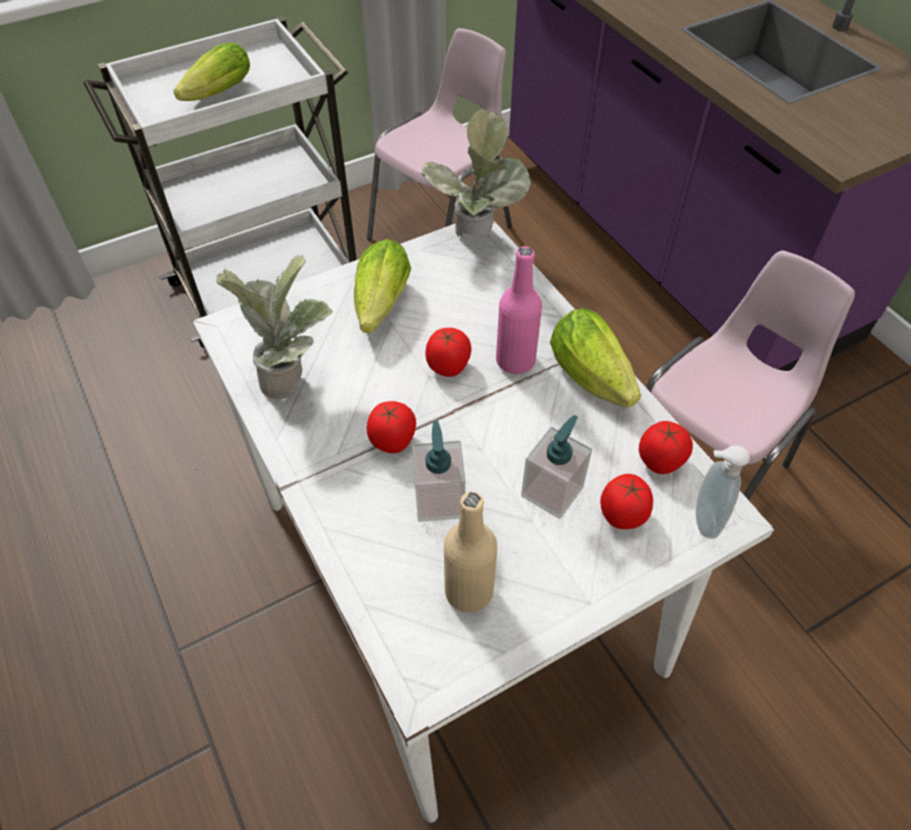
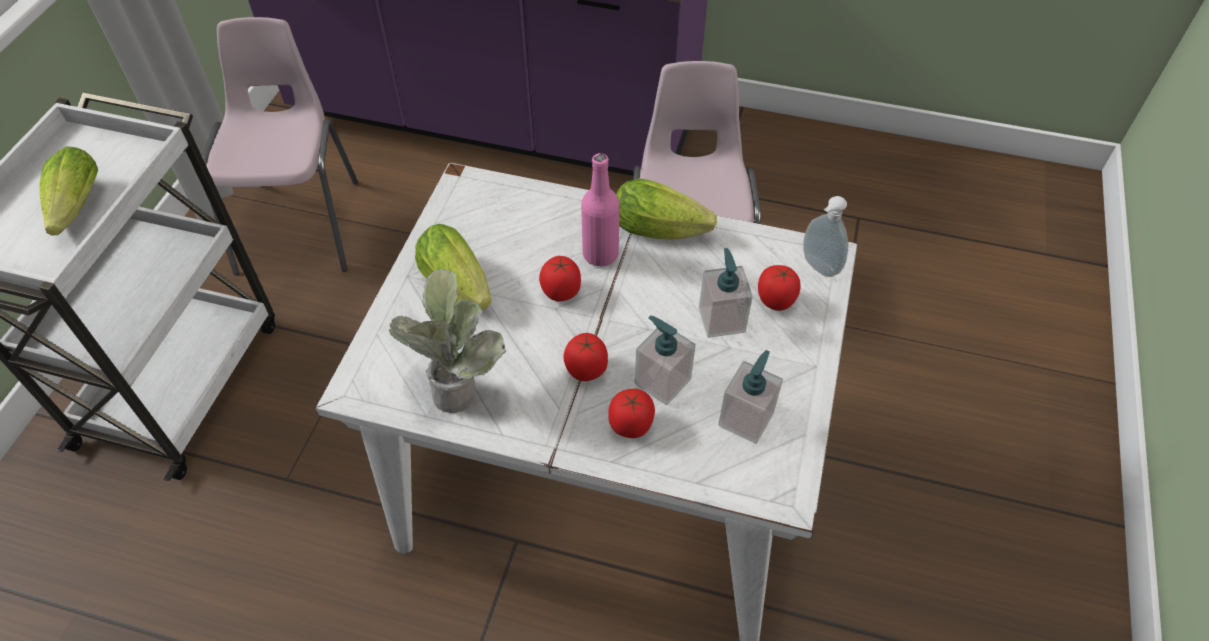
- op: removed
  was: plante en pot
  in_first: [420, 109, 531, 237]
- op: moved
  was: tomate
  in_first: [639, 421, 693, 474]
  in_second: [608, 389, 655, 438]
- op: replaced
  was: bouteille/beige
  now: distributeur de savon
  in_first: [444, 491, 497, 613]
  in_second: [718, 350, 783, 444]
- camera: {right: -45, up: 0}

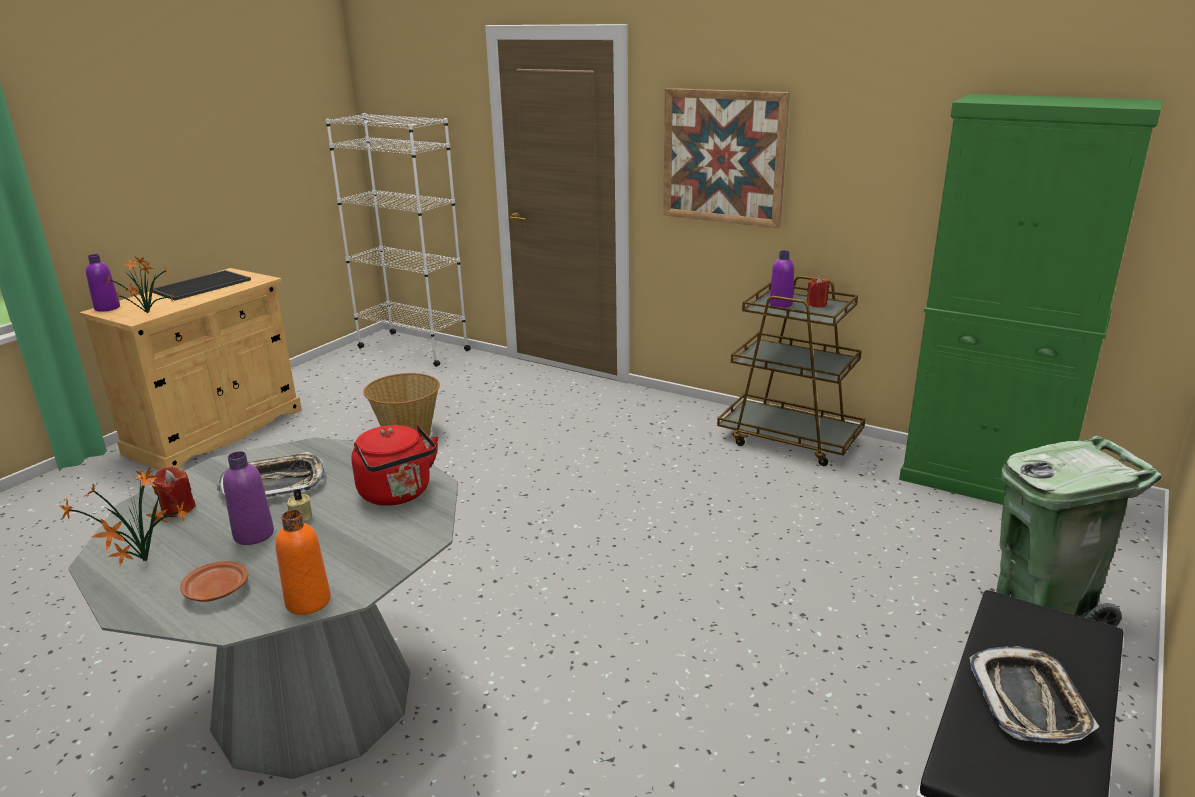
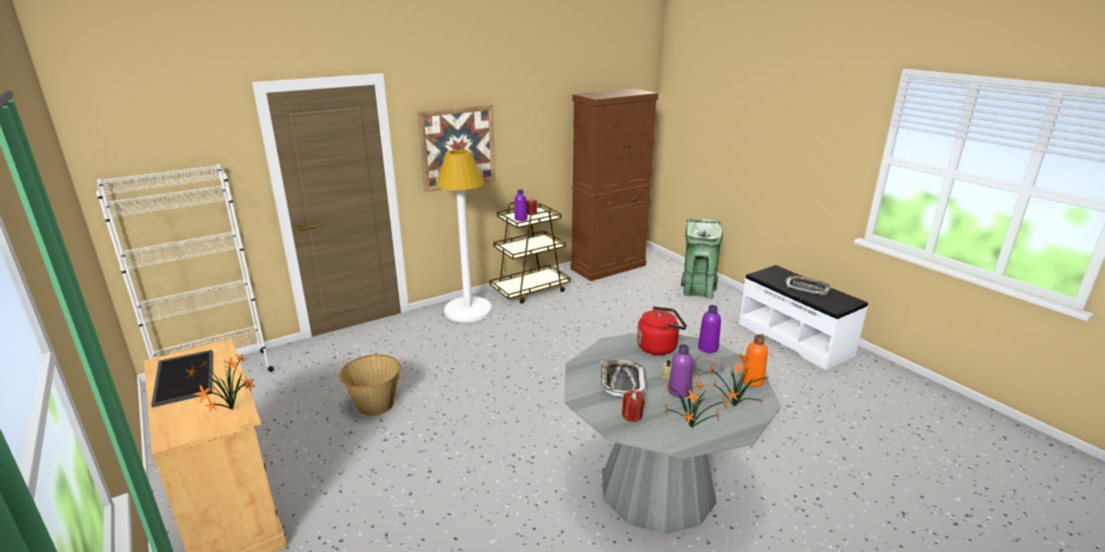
- op: added
  now: lampadaire/blanc
  in_second: [436, 149, 492, 322]
- op: added
  now: assiette/gris
  in_second: [693, 355, 725, 373]
- op: moved
  was: bouteille/violet
  in_first: [86, 254, 120, 312]
  in_second: [698, 305, 721, 353]
- op: replaced
  was: assiette/marron
  now: plante en pot
  in_first: [180, 561, 248, 602]
  in_second: [706, 353, 770, 407]
- op: recoloured
  was: meuble de rangement/vert
  now: meuble de rangement/marron
  in_first: [899, 94, 1163, 505]
  in_second: [570, 89, 658, 281]
- camera: {right: -65, up: 0}

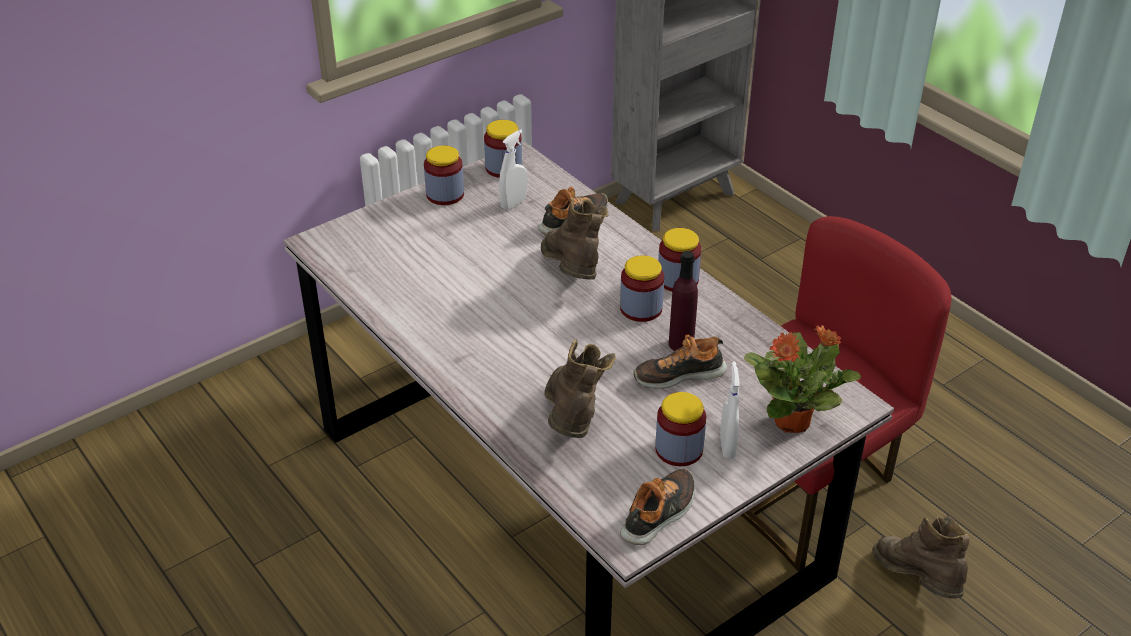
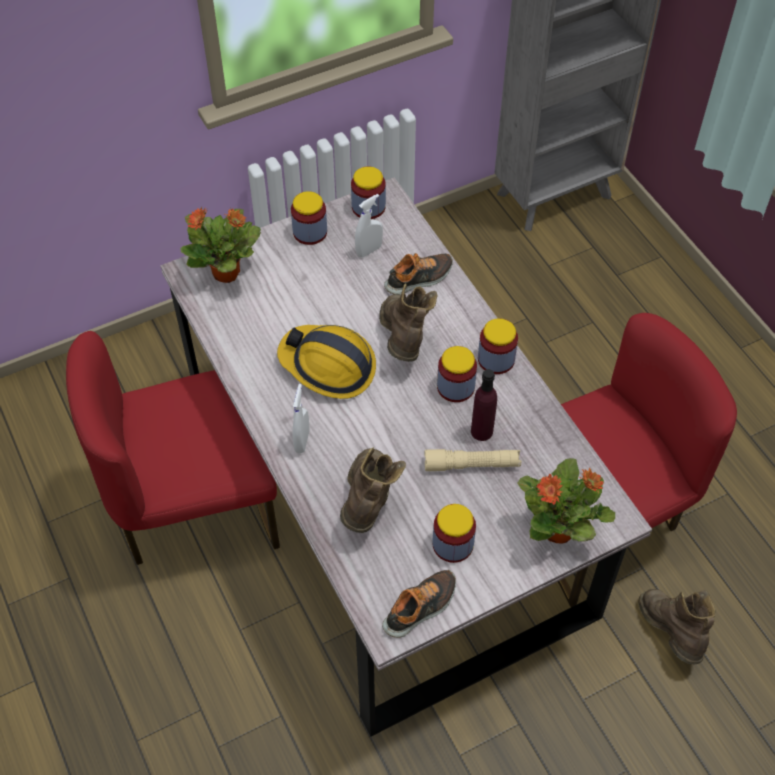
- op: added
  now: chaise/rouge
  in_second: [66, 331, 280, 565]
- op: added
  now: plante en pot
  in_second: [180, 207, 261, 283]
- op: added
  now: casque de chantier
  in_second: [277, 325, 376, 399]
- op: moved
  was: vaporisateur/blanc
  in_first: [720, 361, 740, 459]
  in_second: [292, 384, 309, 454]
- op: replaced
  was: chaussure
  now: lampe de poche/beige
  in_first: [633, 335, 727, 389]
  in_second: [425, 449, 521, 471]
- camera: {right: 10, up: 15}

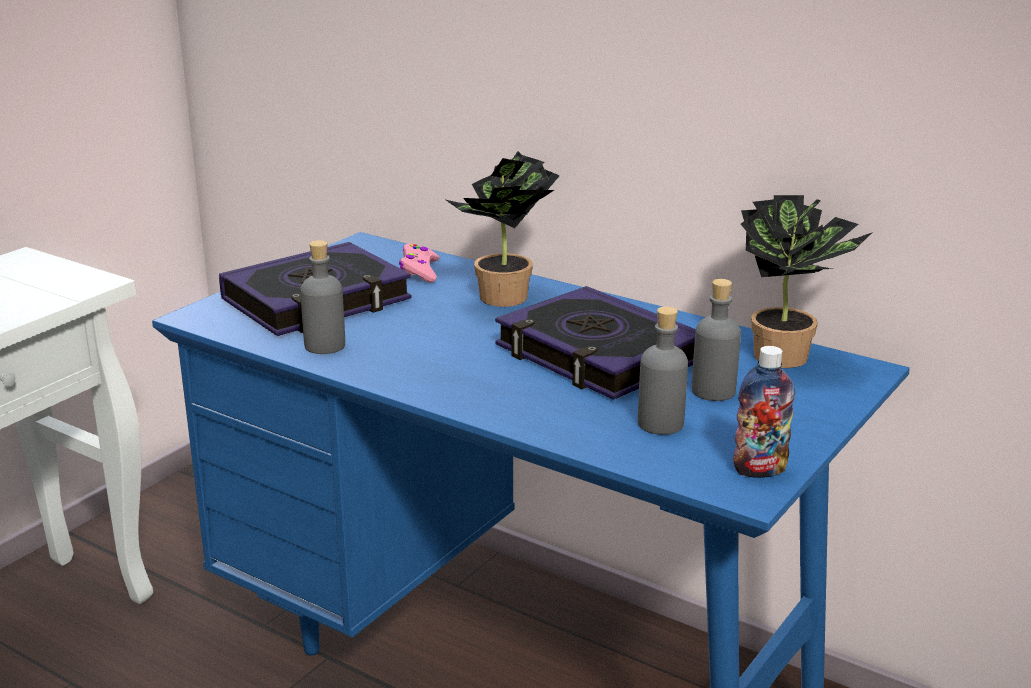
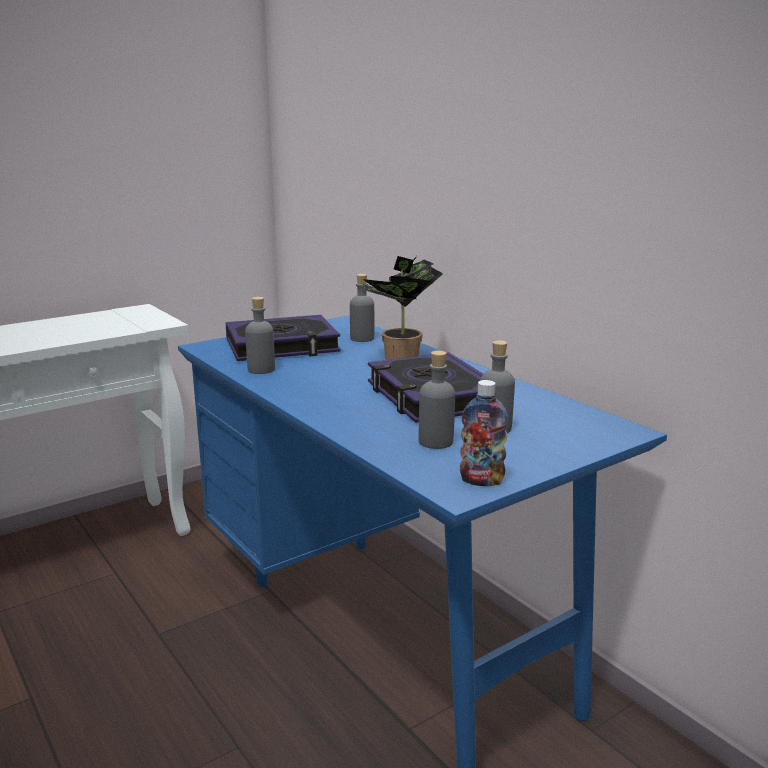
- op: removed
  was: plante en pot
  in_first: [741, 195, 873, 368]
- op: replaced
  was: manette/rose
  now: bouteille/gris
  in_first: [399, 244, 440, 283]
  in_second: [350, 274, 374, 342]
- camera: {right: 20, up: -5}

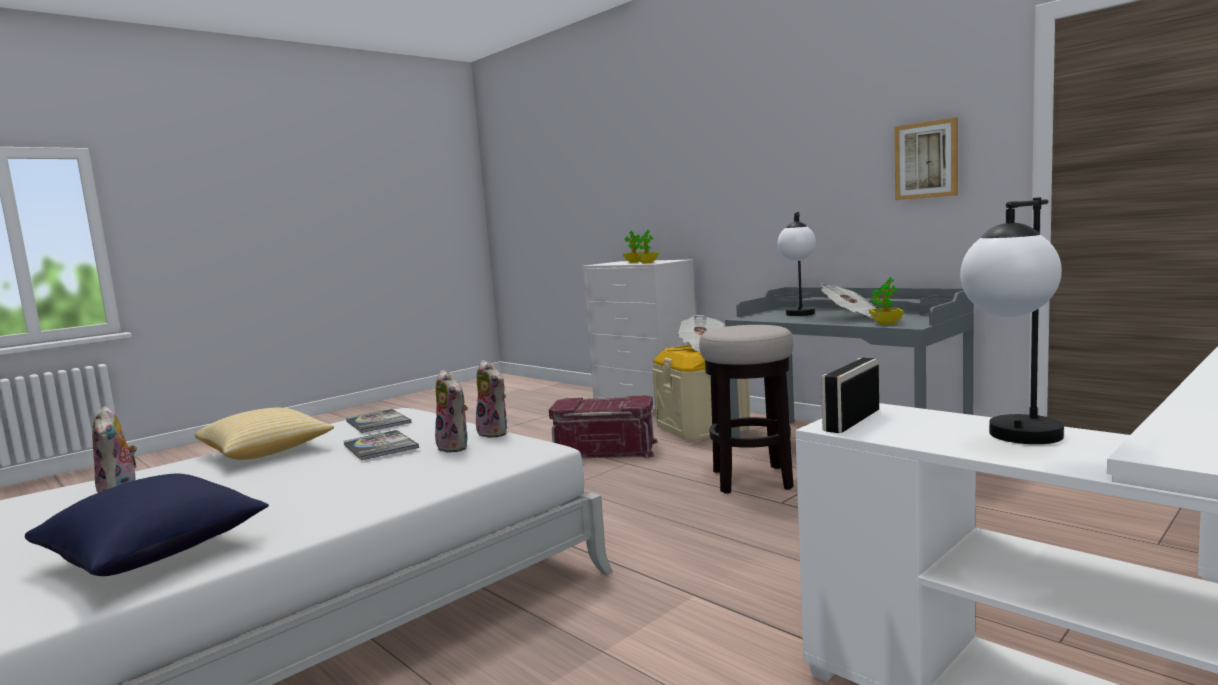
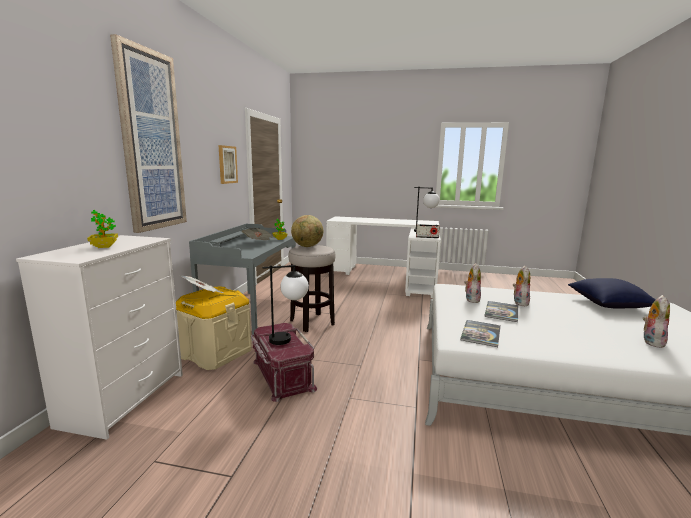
- op: removed
  was: coussin
  in_first: [195, 408, 334, 460]
- op: removed
  was: plante en pot
  in_first: [635, 230, 659, 264]
- op: added
  now: tableau
  in_second: [110, 34, 187, 233]
- op: added
  now: globe
  in_second: [291, 215, 323, 247]
- op: moved
  was: peluche
  in_first: [476, 360, 507, 438]
  in_second: [513, 265, 530, 306]
- op: moved
  was: lampe de table
  in_first: [778, 212, 816, 316]
  in_second: [262, 265, 309, 345]
- camera: {right: -125, up: 5}

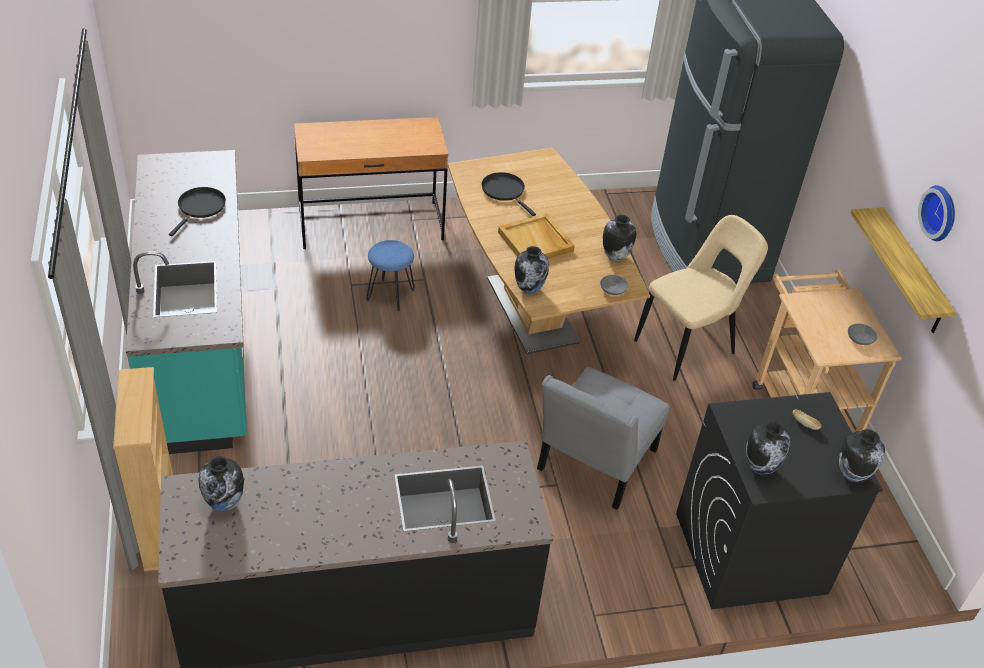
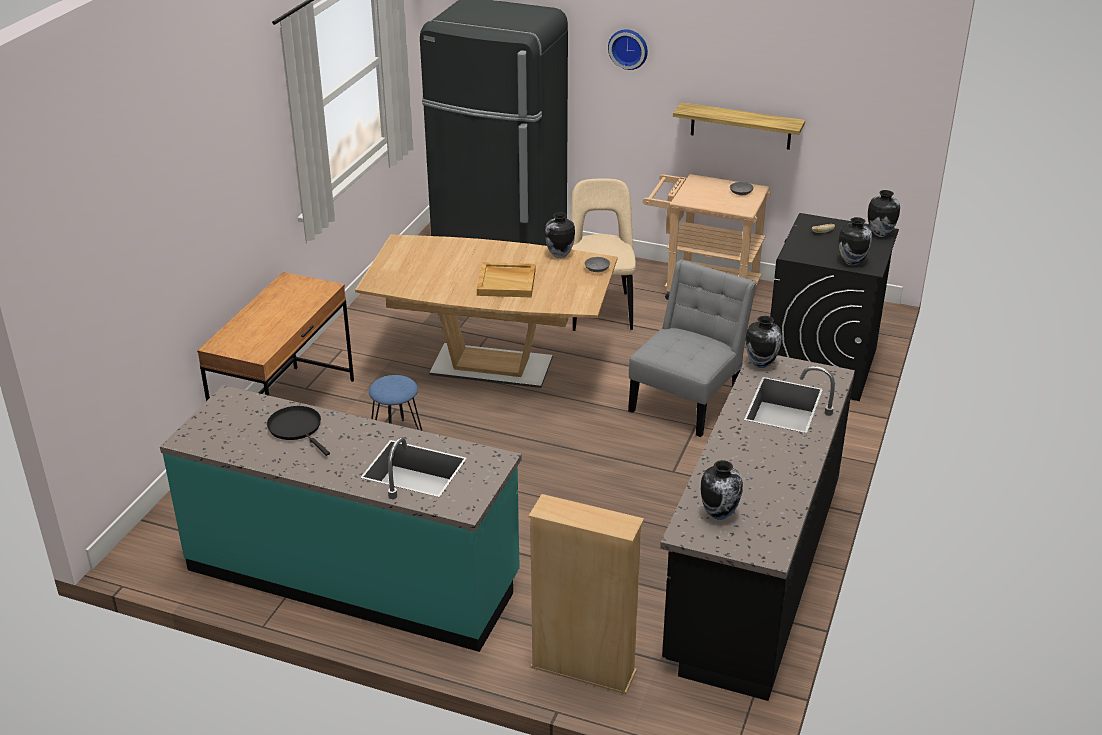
- op: removed
  was: poêle/noir
  in_first: [481, 172, 536, 216]
- op: moved
  was: vase
  in_first: [514, 246, 549, 294]
  in_second: [745, 316, 782, 368]
- op: moved
  was: horloge murale
  in_first: [918, 185, 955, 241]
  in_second: [608, 30, 648, 70]
- op: turned
  was: chaise/gris
  in_first: [537, 367, 670, 510]
  in_second: [628, 260, 756, 437]
  clockwise: -120
- camera: {right: -55, up: -10}

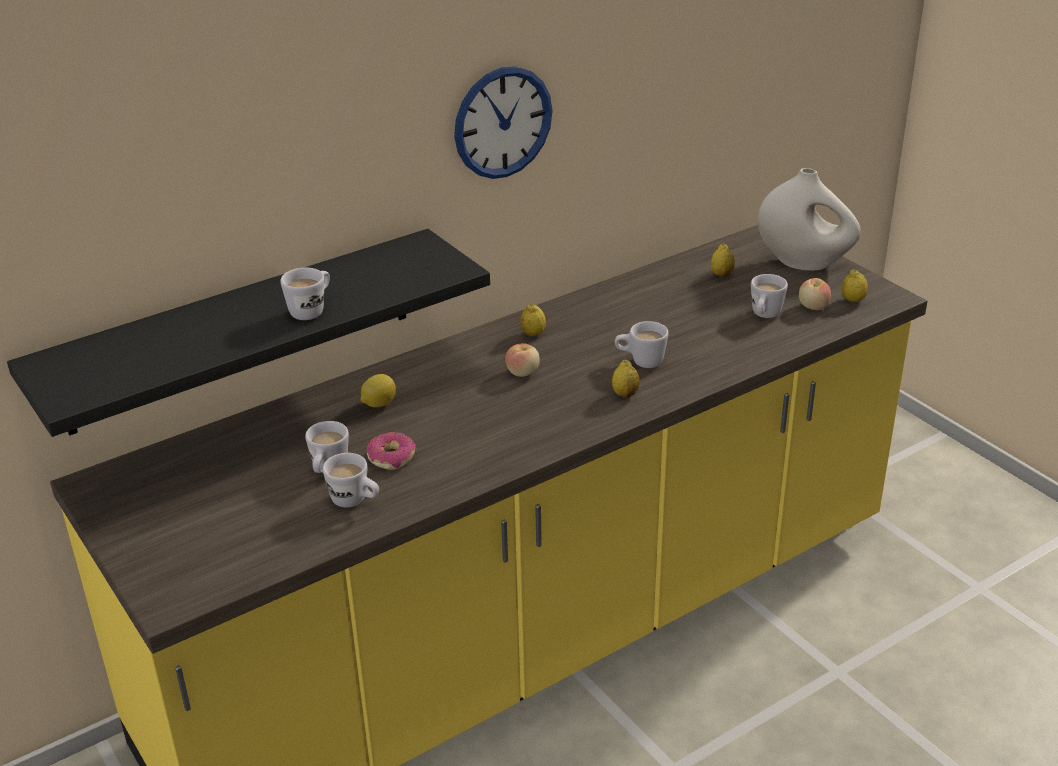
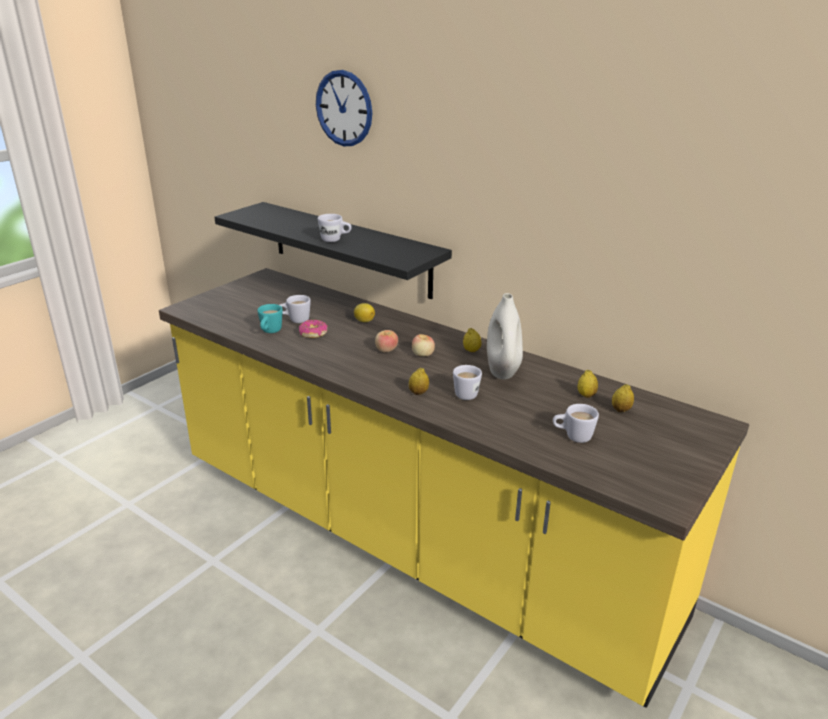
- op: moved
  was: horloge murale
  in_first: [454, 66, 552, 179]
  in_second: [316, 70, 372, 146]
- op: moved
  was: vase/blanc
  in_first: [758, 168, 861, 271]
  in_second: [487, 293, 523, 379]
- op: moved
  was: pomme
  in_first: [799, 278, 831, 310]
  in_second: [375, 330, 398, 352]
- op: moved
  was: citron
  in_first: [842, 269, 868, 302]
  in_second: [577, 370, 598, 398]
- op: recoloured
  was: mug/blanc
  now: mug/turquoise
  in_first: [323, 453, 379, 508]
  in_second: [257, 304, 283, 333]
- camera: {right: 70, up: -5}

